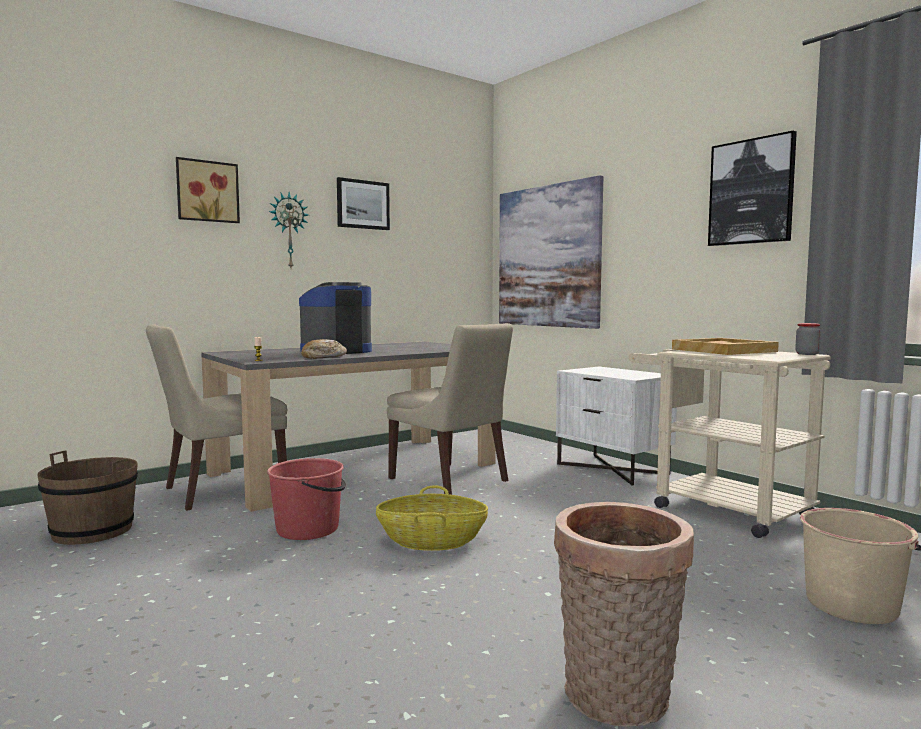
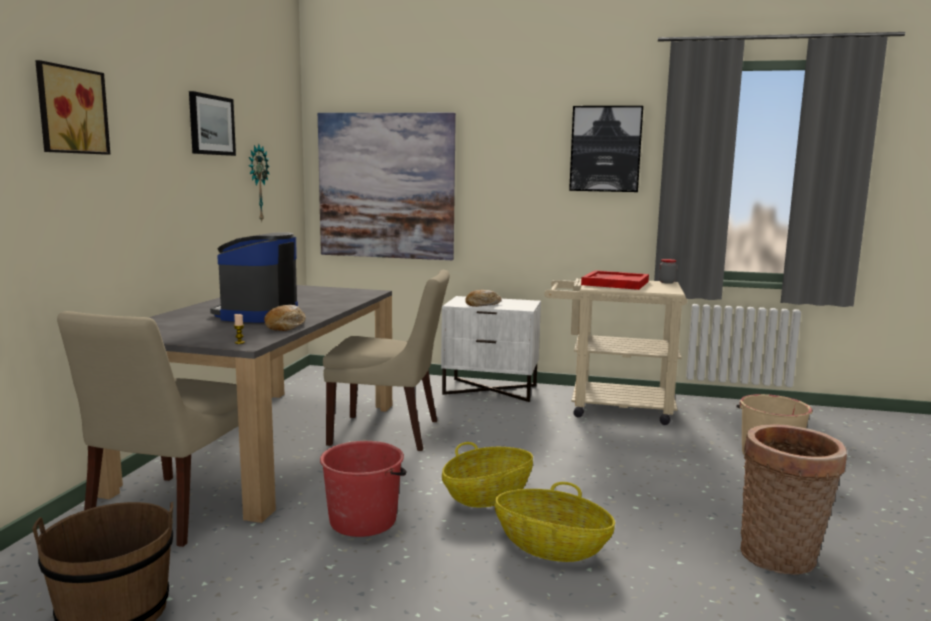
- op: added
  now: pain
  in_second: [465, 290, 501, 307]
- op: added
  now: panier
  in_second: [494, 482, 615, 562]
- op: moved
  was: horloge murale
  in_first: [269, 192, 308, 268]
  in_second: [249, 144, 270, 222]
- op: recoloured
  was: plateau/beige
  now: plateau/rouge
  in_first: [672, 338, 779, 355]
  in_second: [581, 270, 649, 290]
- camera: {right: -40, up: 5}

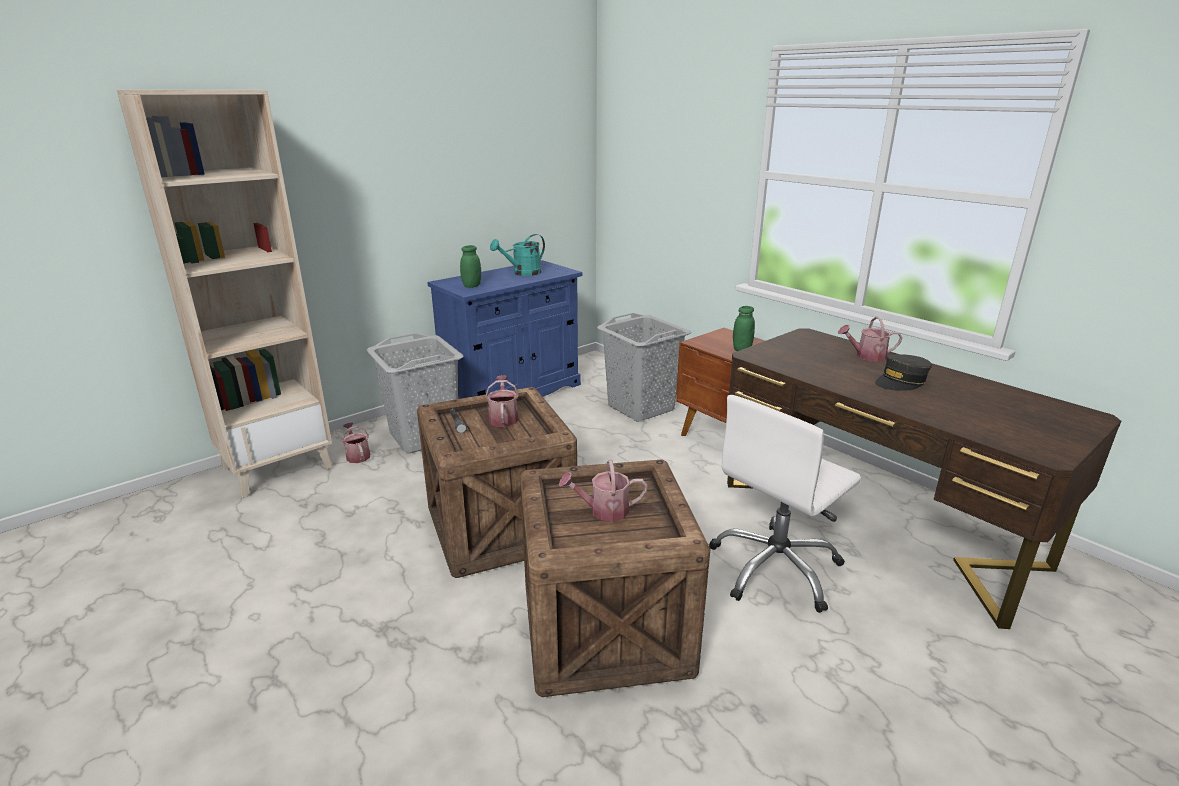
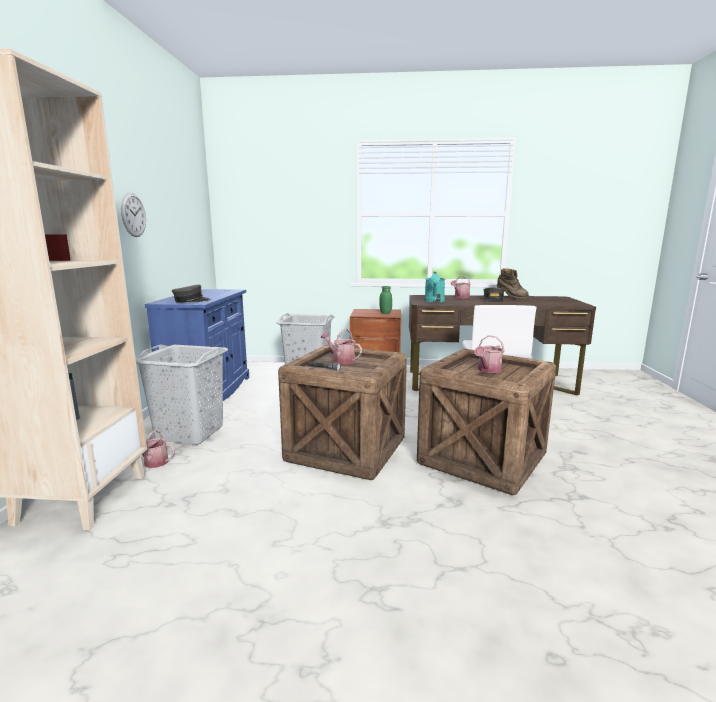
- op: added
  now: horloge murale
  in_second: [121, 192, 146, 237]
- op: added
  now: botte/marron
  in_second: [497, 268, 529, 300]
- op: moved
  was: arrosoir/turquoise
  in_first: [490, 234, 545, 276]
  in_second: [425, 272, 445, 302]
- op: replaced
  was: bocal/vert
  now: casquette/gris
  in_first: [460, 245, 481, 288]
  in_second: [172, 285, 211, 303]
- camera: {right: -45, up: -10}

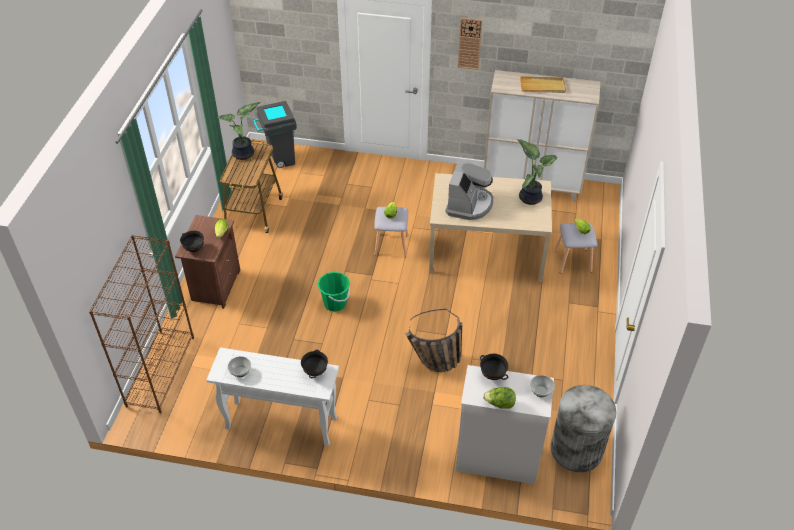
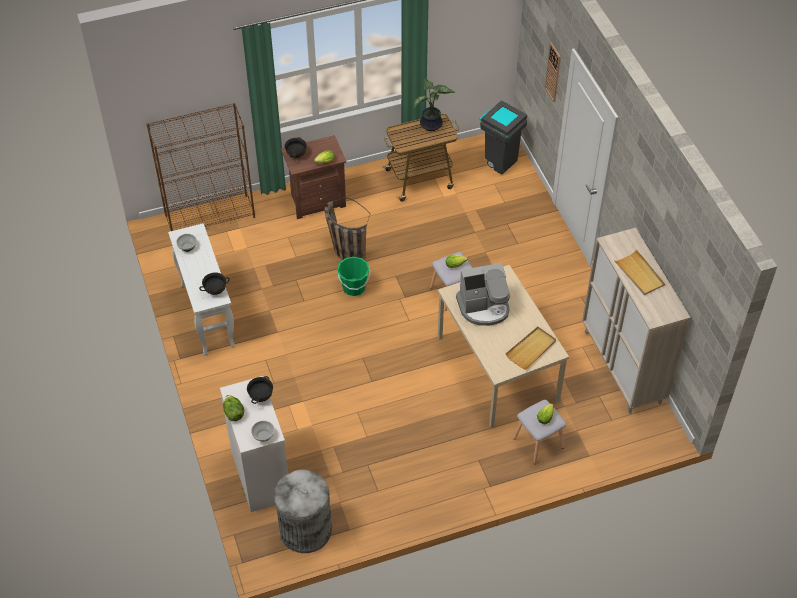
- op: moved
  was: panier
  in_first: [405, 309, 462, 372]
  in_second: [324, 197, 370, 260]
- op: moved
  was: horloge murale
  in_first: [458, 18, 482, 70]
  in_second: [545, 42, 561, 102]
- op: replaced
  was: plante en pot
  now: plateau/beige
  in_first: [517, 139, 558, 205]
  in_second: [505, 327, 556, 370]
- camera: {right: 60, up: 5}

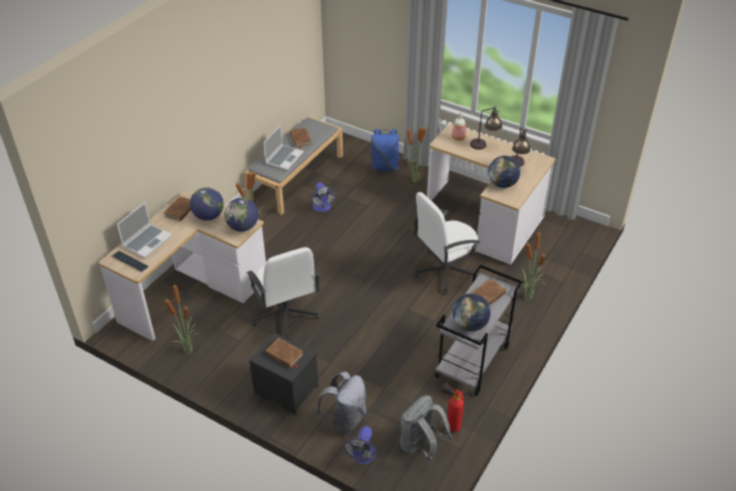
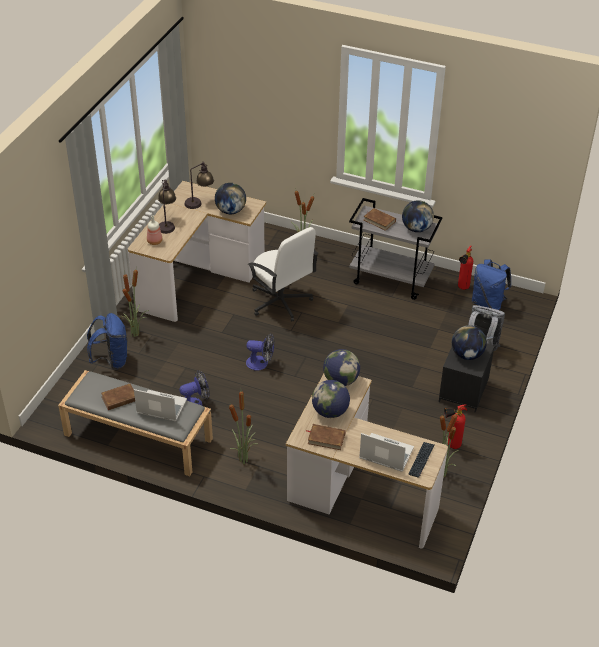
- op: removed
  was: chaise de bureau/blanc
  in_first: [247, 247, 320, 339]
- op: added
  now: extincteur
  in_second: [444, 405, 467, 449]
- op: moved
  was: ventilateur
  in_first: [343, 426, 376, 464]
  in_second: [246, 334, 275, 371]
- op: replaced
  was: livre/marron
  now: globe
  in_first: [265, 337, 304, 368]
  in_second: [452, 325, 487, 360]
- op: recoloured
  was: sac à dos/gris
  now: sac à dos/bleu
  in_first: [400, 395, 452, 461]
  in_second: [472, 259, 511, 310]
- camera: {right: -100, up: 0}

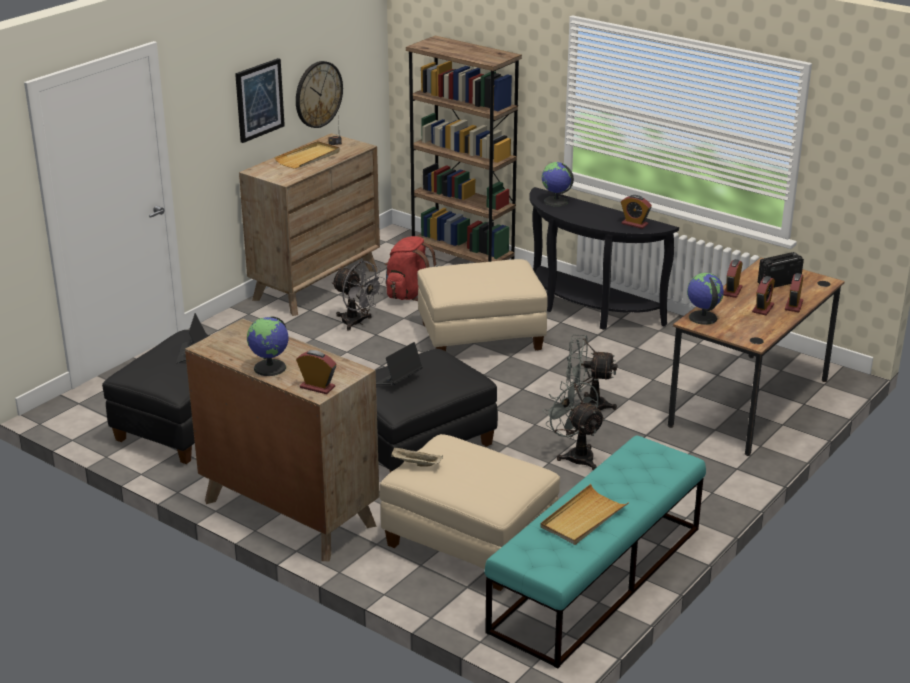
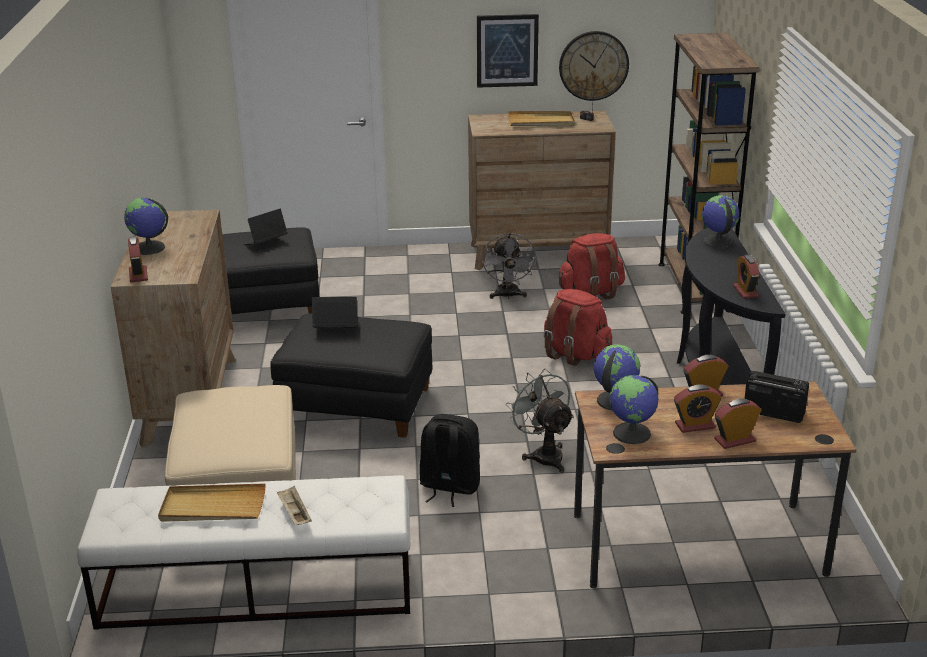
- op: added
  now: globe
  in_second: [609, 375, 658, 444]
- op: moved
  was: plateau/beige
  in_first: [391, 447, 443, 467]
  in_second: [277, 486, 312, 525]
- op: replaced
  was: pouf/beige
  now: sac à dos/rouge
  in_first: [417, 259, 548, 351]
  in_second: [544, 289, 612, 366]
- op: replaced
  was: ventilateur/gris
  now: sac à dos/noir
  in_first: [543, 377, 605, 470]
  in_second: [420, 414, 480, 507]
- op: recoloured
  was: banc/turquoise
  now: banc/blanc
  in_first: [484, 435, 706, 668]
  in_second: [77, 475, 411, 630]
- camera: {right: 50, up: 0}

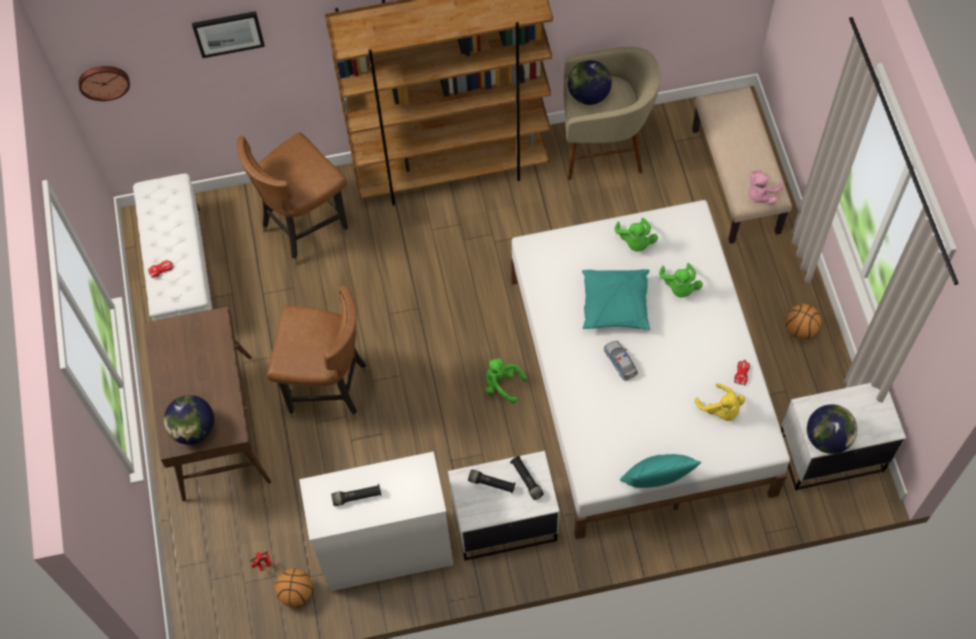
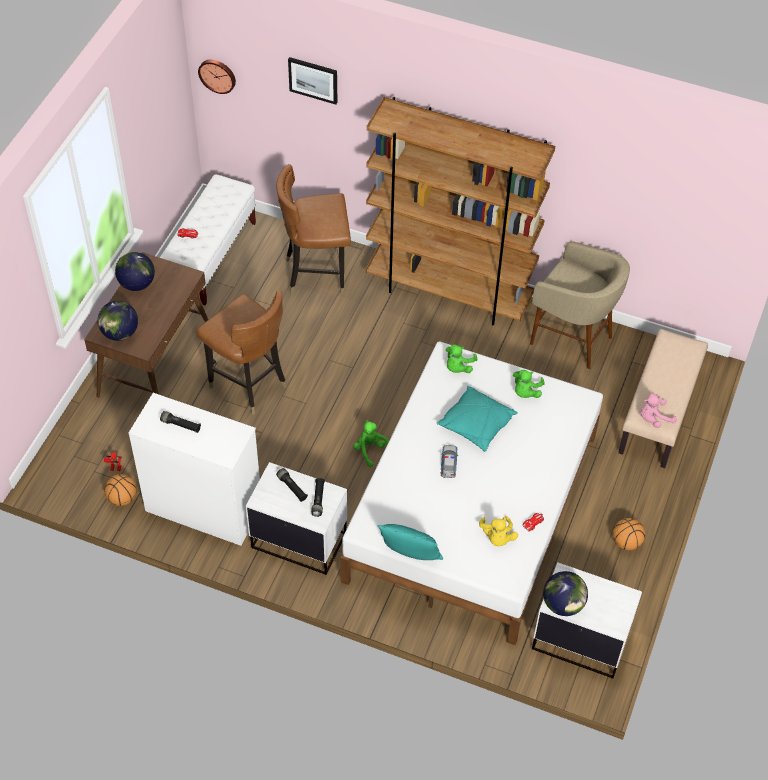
- op: moved
  was: globe
  in_first: [568, 60, 612, 105]
  in_second: [115, 252, 155, 291]
- op: moved
  was: peluche/vert
  in_first: [659, 263, 703, 298]
  in_second: [446, 344, 477, 373]
- camera: {right: 30, up: -10}

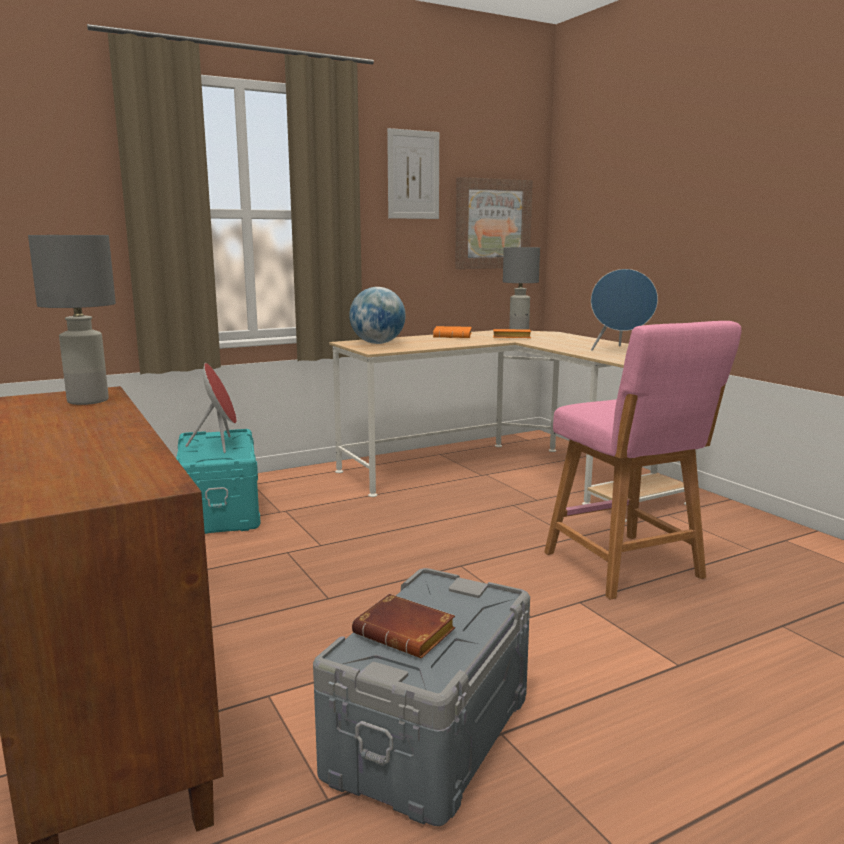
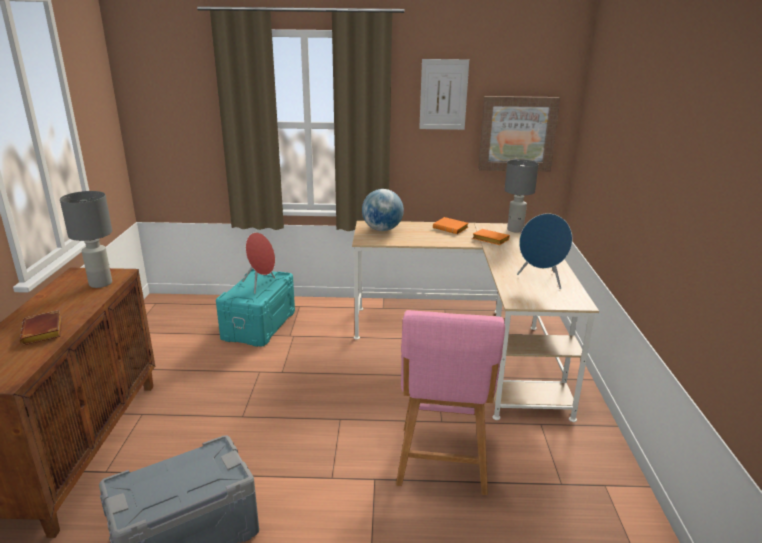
- op: moved
  was: livre/marron
  in_first: [352, 594, 455, 658]
  in_second: [20, 310, 62, 345]
- camera: {right: 30, up: 10}

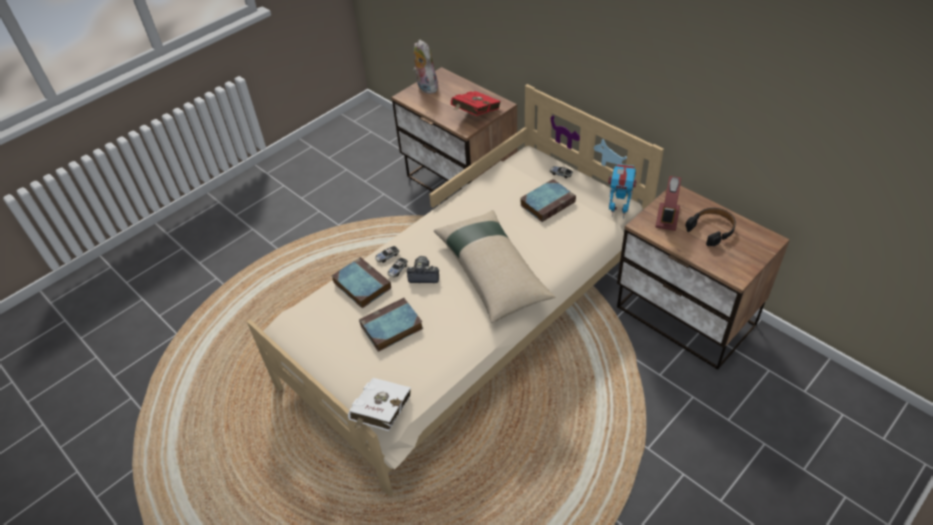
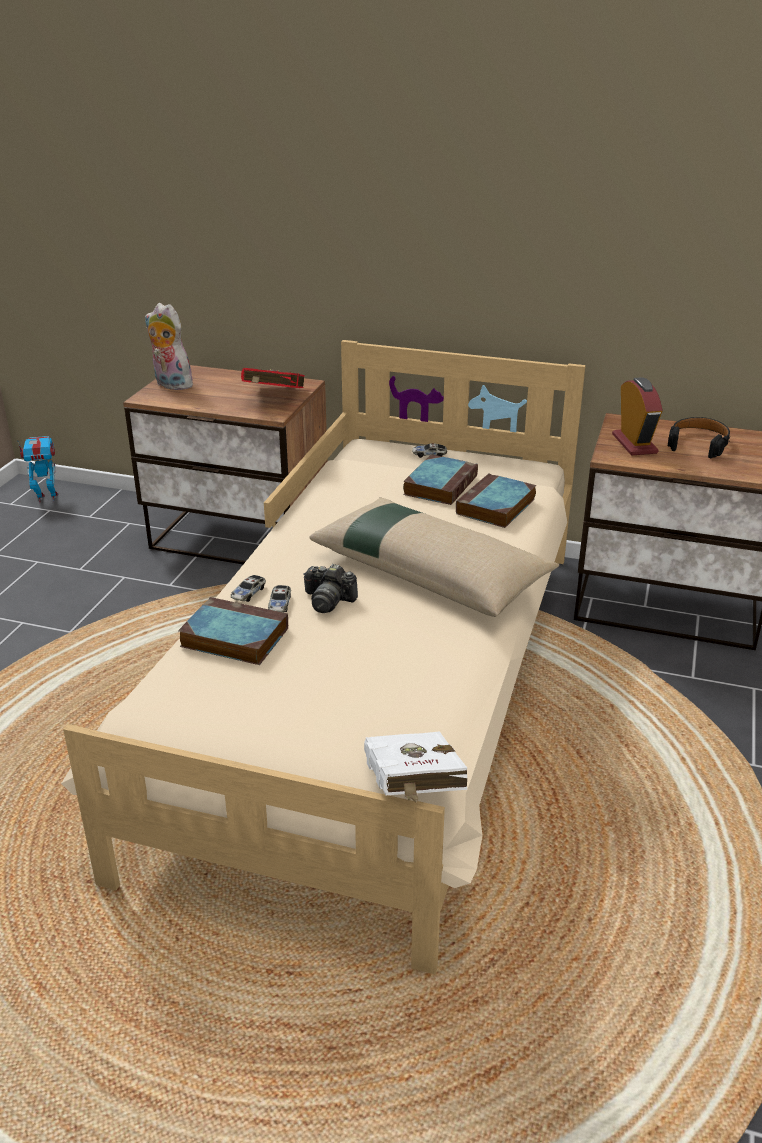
- op: moved
  was: livre
  in_first: [359, 298, 424, 352]
  in_second: [456, 473, 536, 528]
- op: moved
  was: robot jouet
  in_first: [608, 164, 637, 219]
  in_second: [17, 436, 58, 503]
- op: turned
  was: appareil photo
  in_first: [407, 256, 440, 283]
  in_second: [303, 564, 358, 613]
  clockwise: -135
- camera: {right: -30, up: -15}

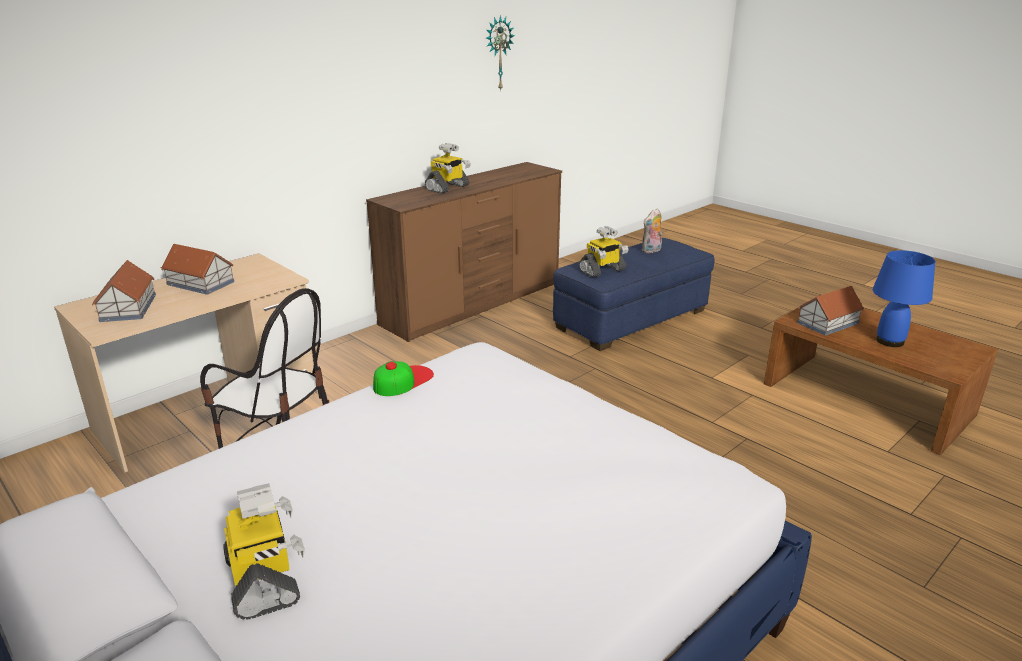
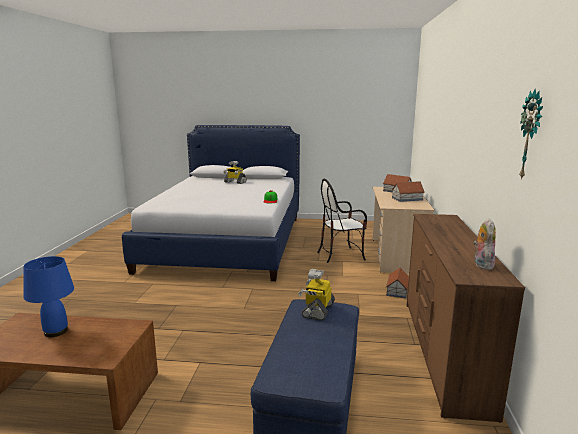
- op: removed
  was: robot jouet
  in_first: [425, 143, 471, 194]
- op: moved
  was: peluche
  in_first: [642, 208, 662, 253]
  in_second: [473, 218, 496, 270]
- op: moved
  was: maison miniature
  in_first: [797, 286, 864, 336]
  in_second: [386, 267, 409, 298]
- camera: {right: 140, up: -10}

